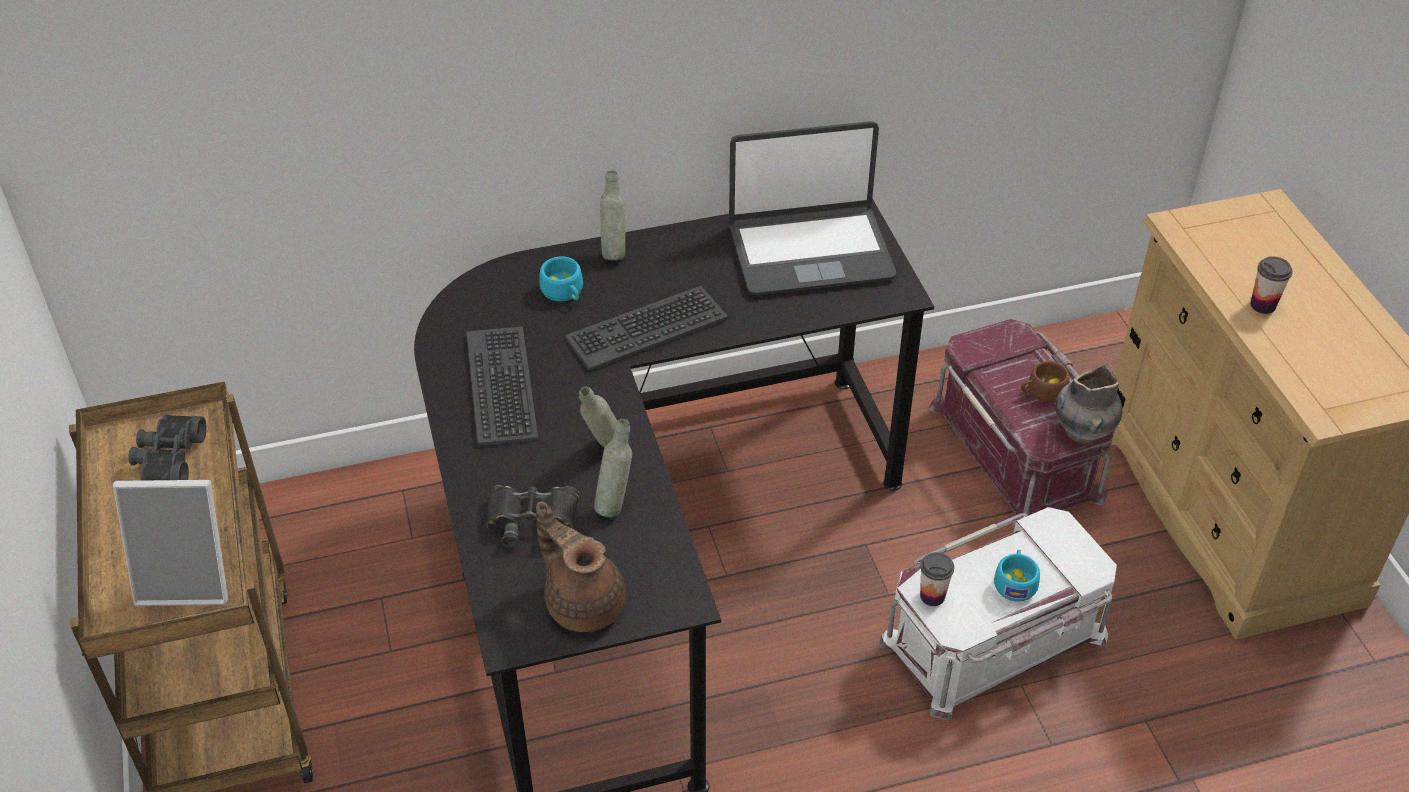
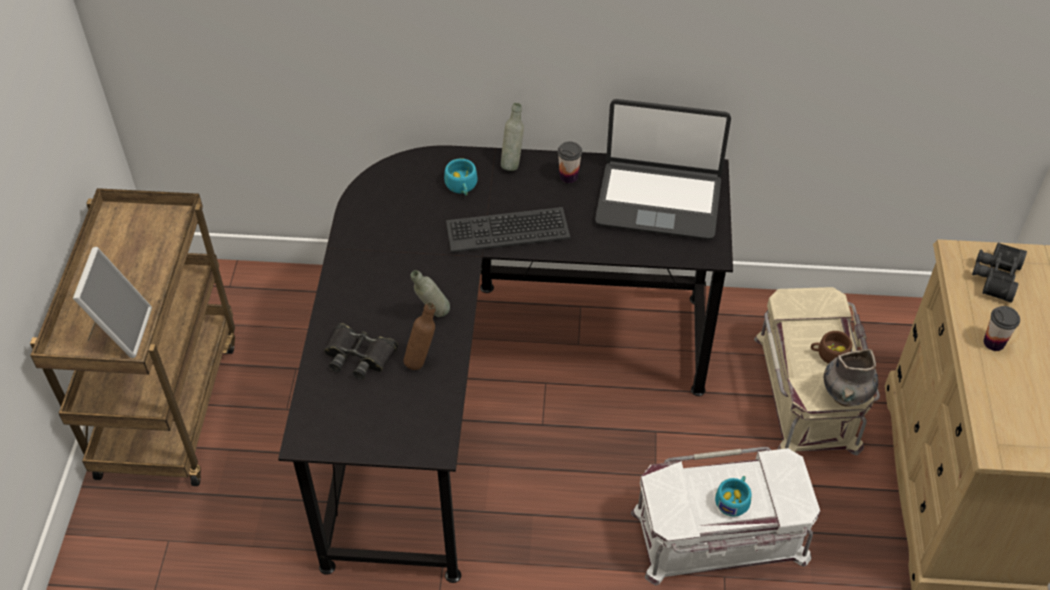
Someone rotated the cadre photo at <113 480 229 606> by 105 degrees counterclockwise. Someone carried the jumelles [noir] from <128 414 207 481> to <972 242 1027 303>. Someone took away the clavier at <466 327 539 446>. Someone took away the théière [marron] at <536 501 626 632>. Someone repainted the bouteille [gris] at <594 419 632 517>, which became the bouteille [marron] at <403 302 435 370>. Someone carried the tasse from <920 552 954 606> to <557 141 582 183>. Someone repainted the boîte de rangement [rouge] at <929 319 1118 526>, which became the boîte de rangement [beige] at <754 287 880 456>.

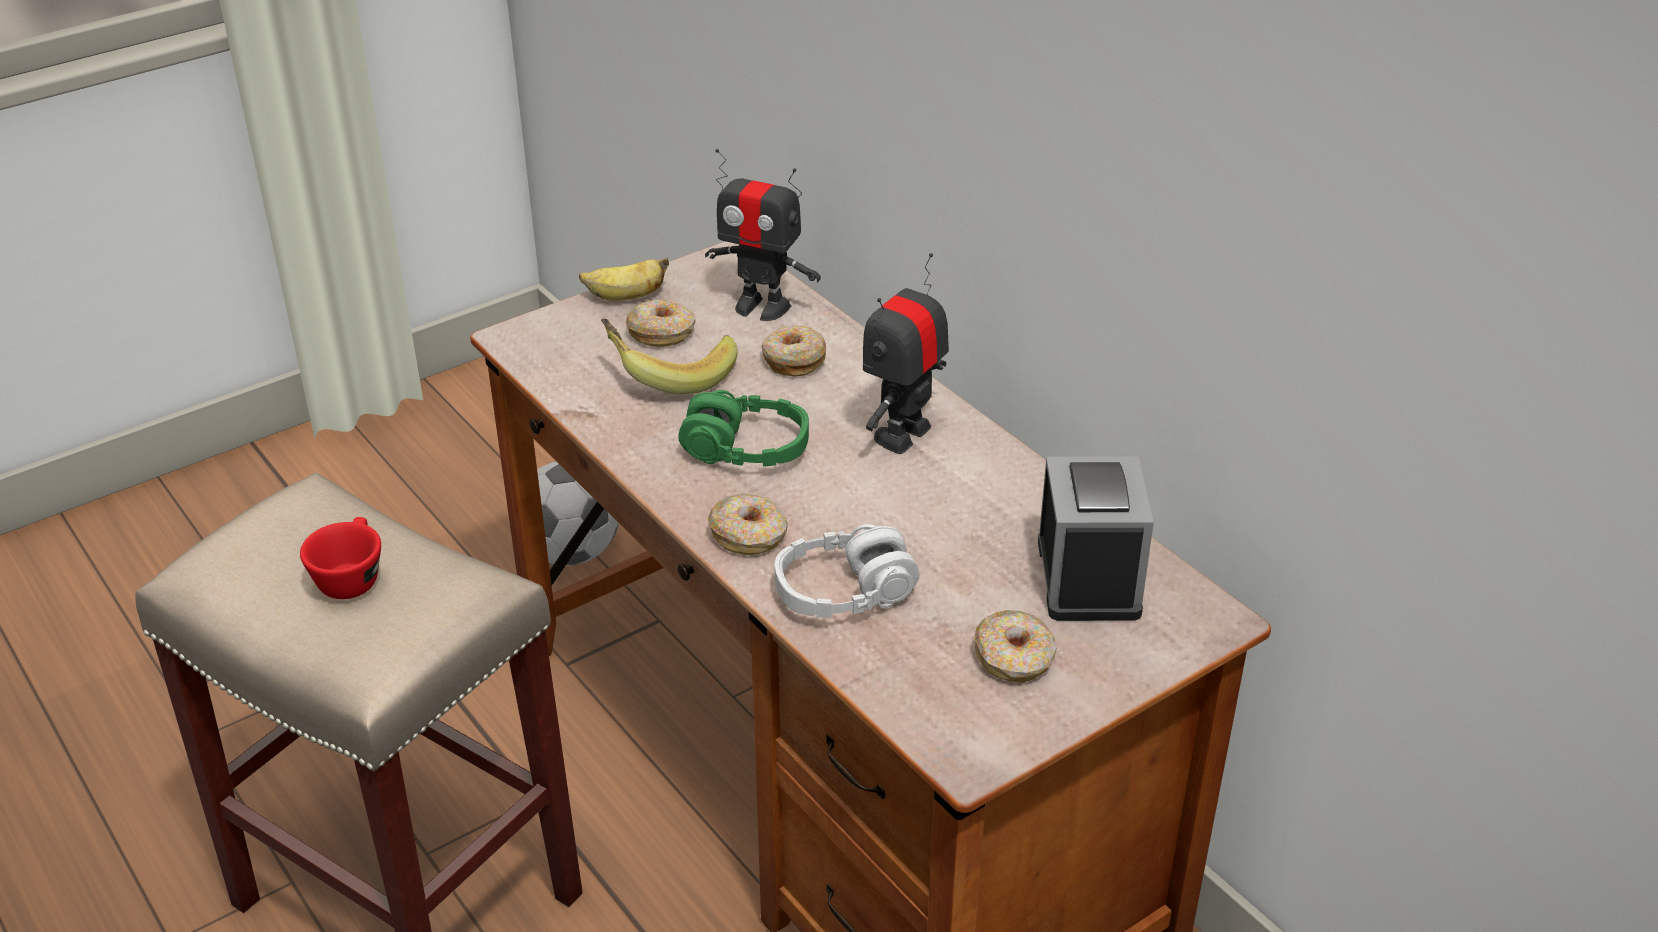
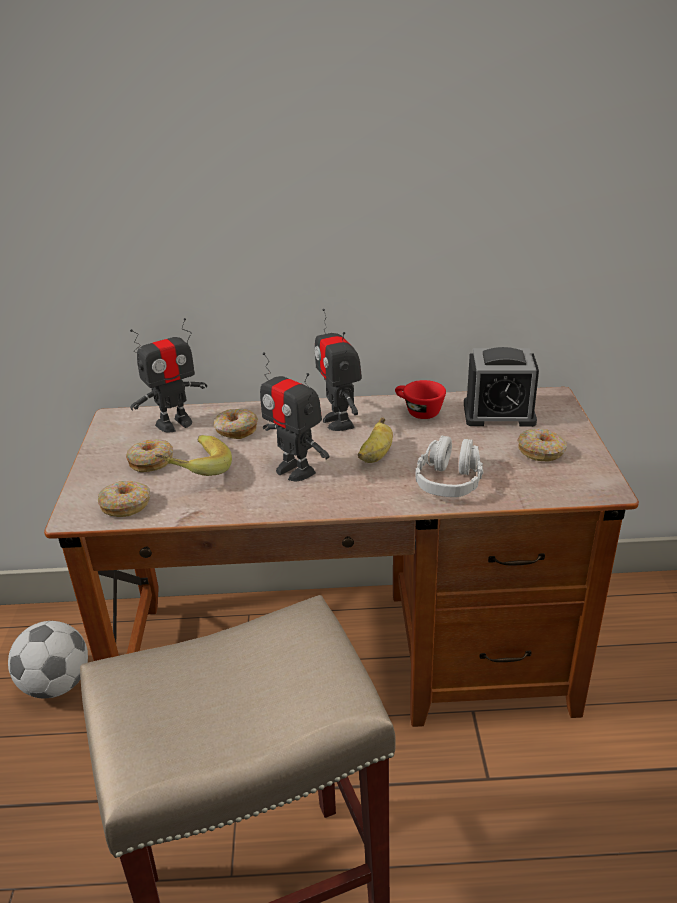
Someone carried the tasse [rouge] from <300 517 381 599> to <395 380 446 419>. Someone carried the banane from <579 257 669 301> to <358 417 393 463>. Someone swapped the casque audio [vert] at <678 390 809 466> for the robot jouet at <260 352 329 481>. Someone carried the beignet from <708 494 788 555> to <98 481 150 517>. Someone rotated the réveil at <1038 456 1154 621> by 150 degrees clockwise.

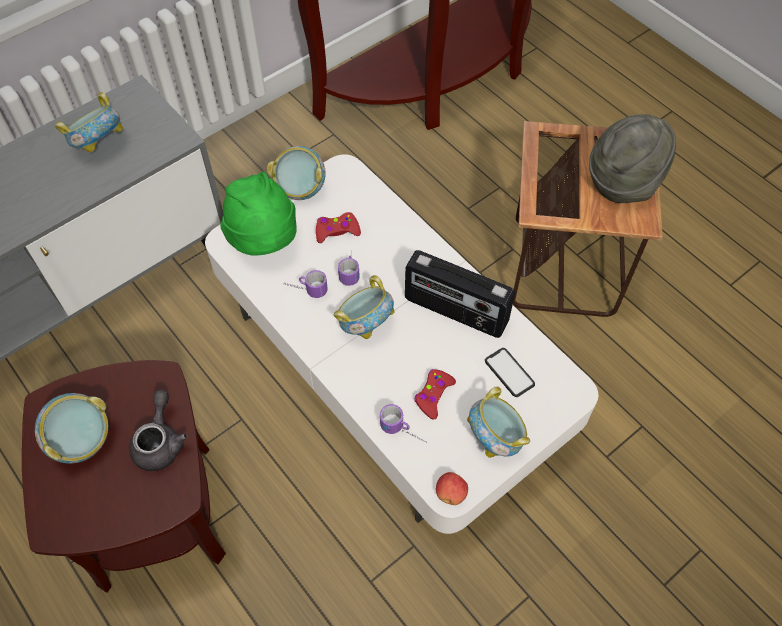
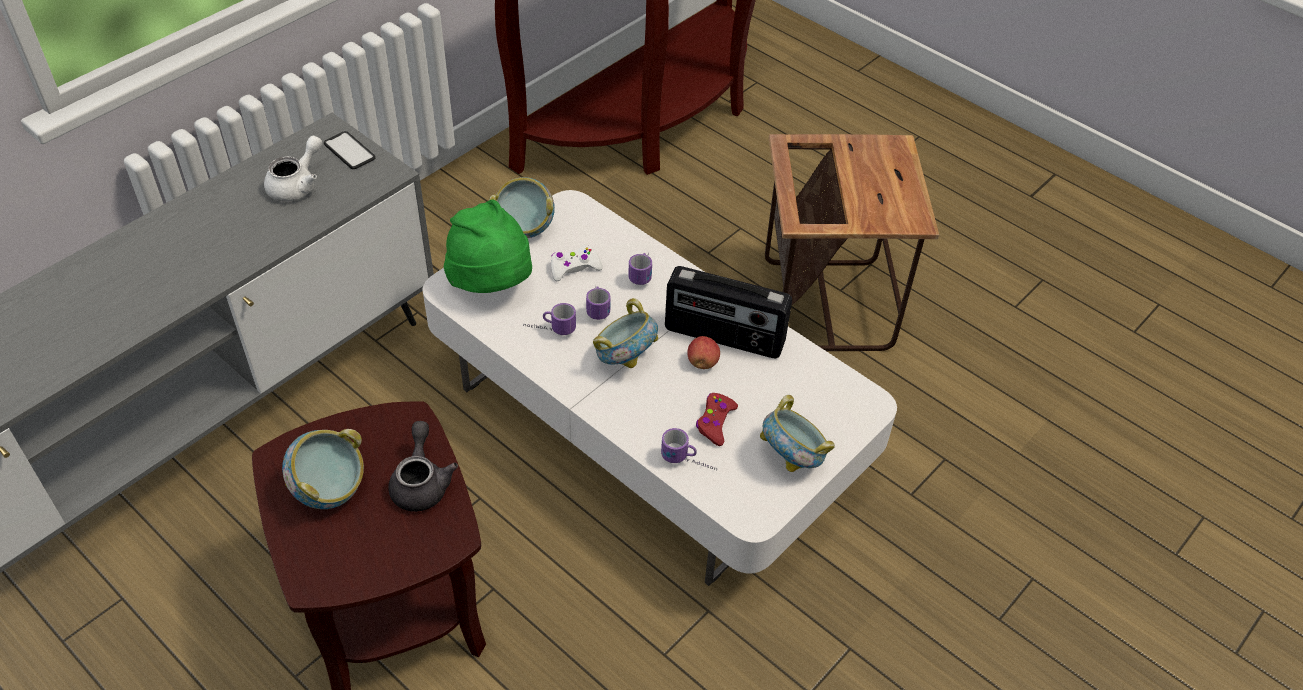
Someone swapped the bol at <55 92 123 153> for the théière [blanc] at <264 136 322 202>. Someone repainted the manette [rouge] at <316 212 361 243>, which became the manette [blanc] at <551 245 603 281>. Someone carried the pomme from <436 472 468 505> to <687 336 720 369>. Someone carried the téléphone from <485 348 535 397> to <324 131 375 169>. Someone took away the chapeau [gris] at <589 114 676 203>. Someone put down the mug at <628 253 652 285>.

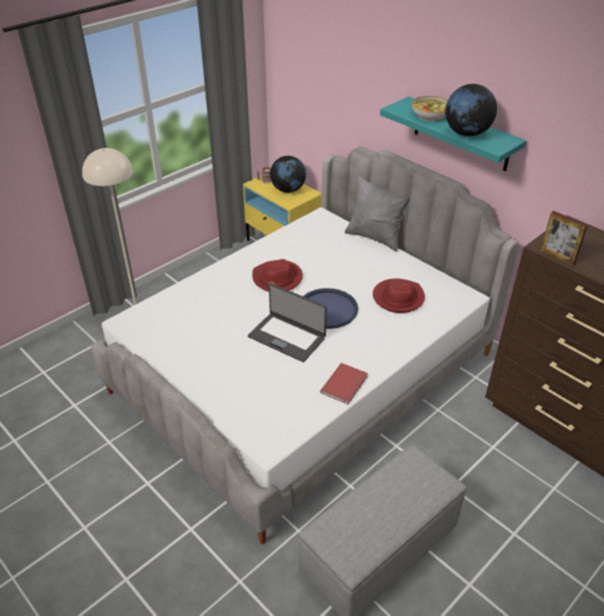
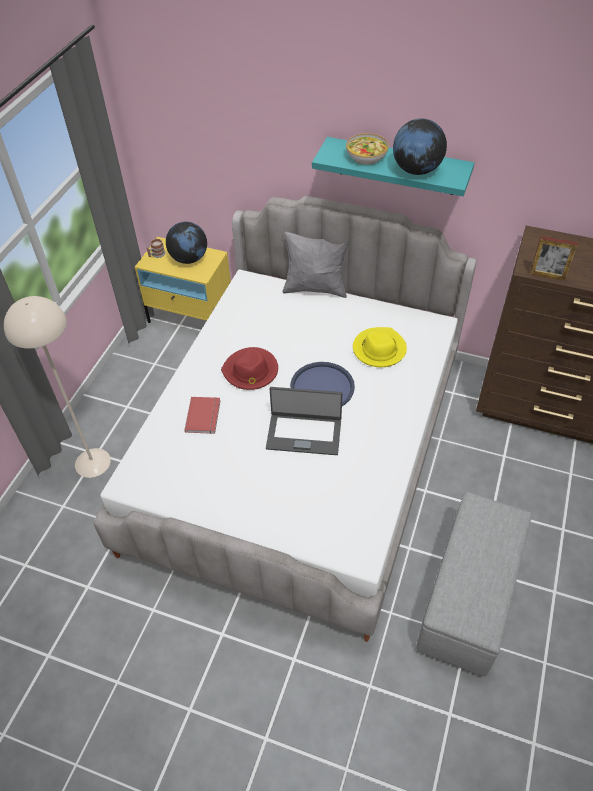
Someone carried the livre [rouge] from <320 363 368 404> to <184 397 221 434>. Someone repainted the chapeau [rouge] at <373 279 425 313>, which became the chapeau [jaune] at <353 327 407 367>.

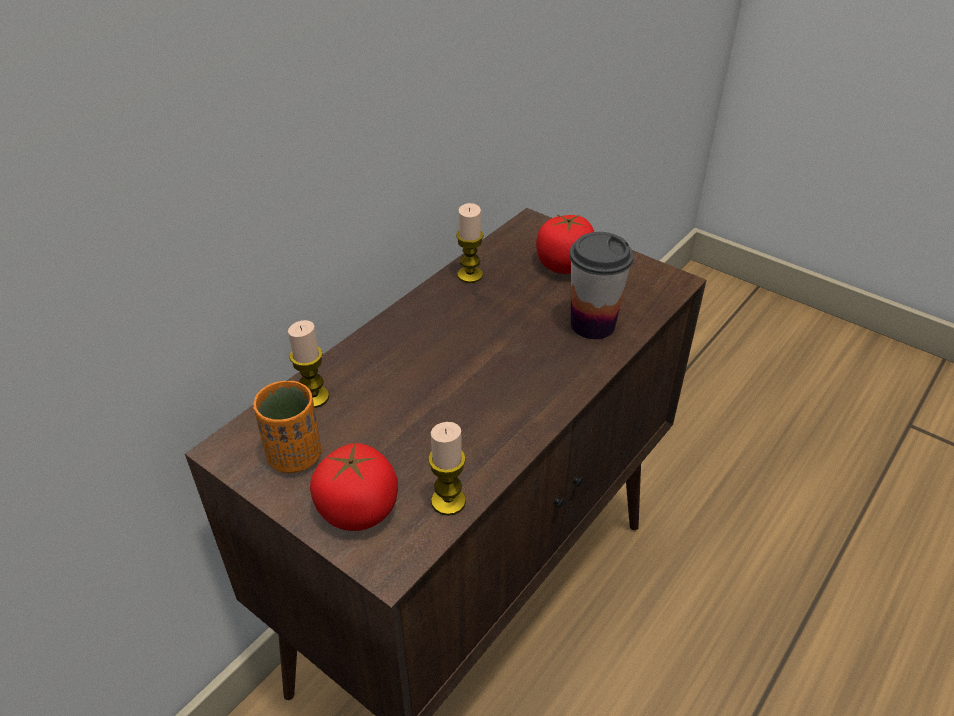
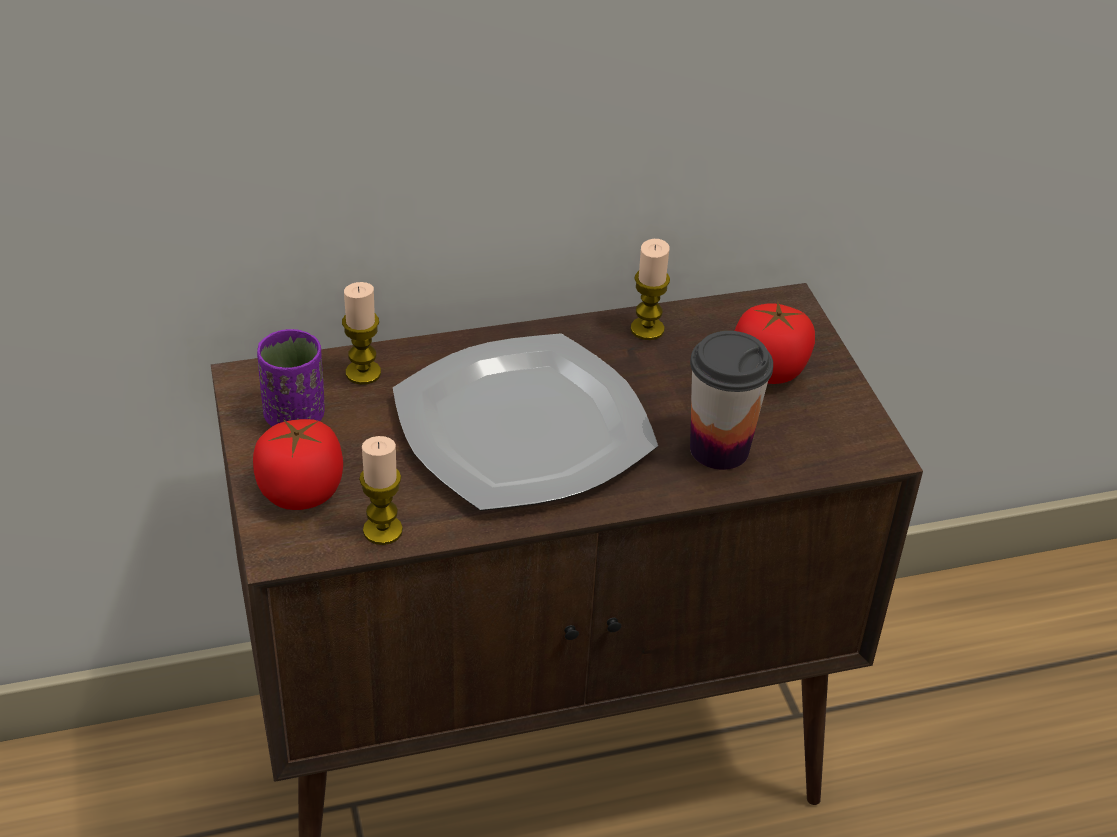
Someone repainted the tasse [orange] at <253 381 321 473>, which became the tasse [violet] at <257 329 325 426>. Someone put down the assiette at <393 333 658 511>.

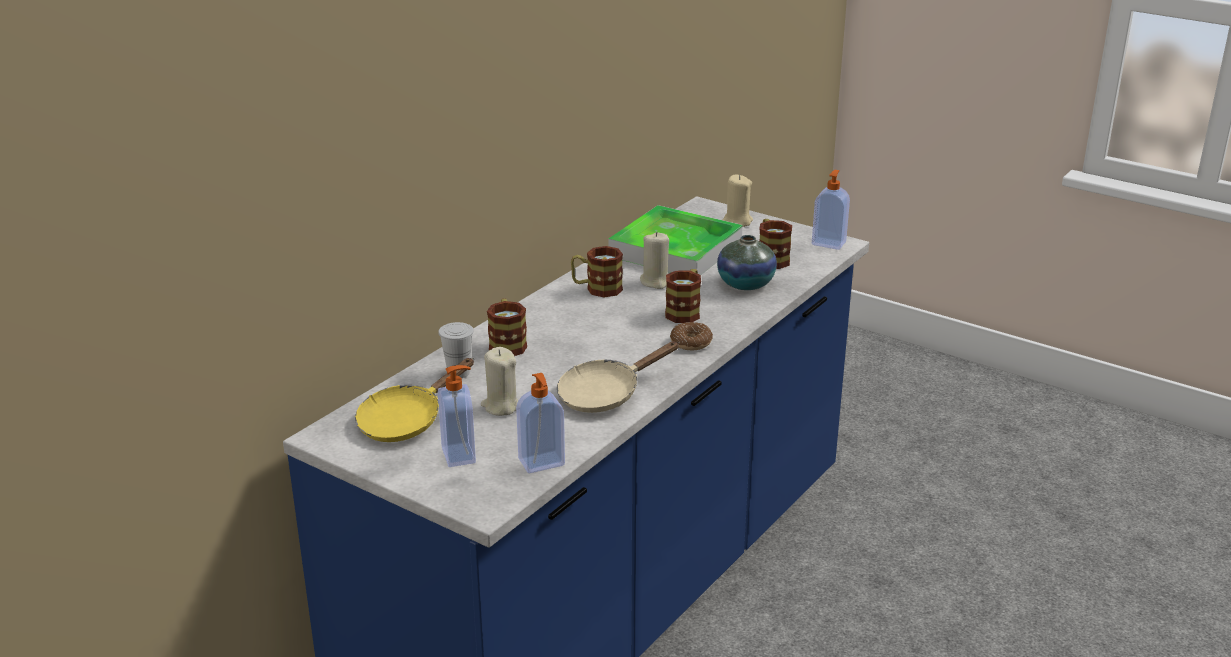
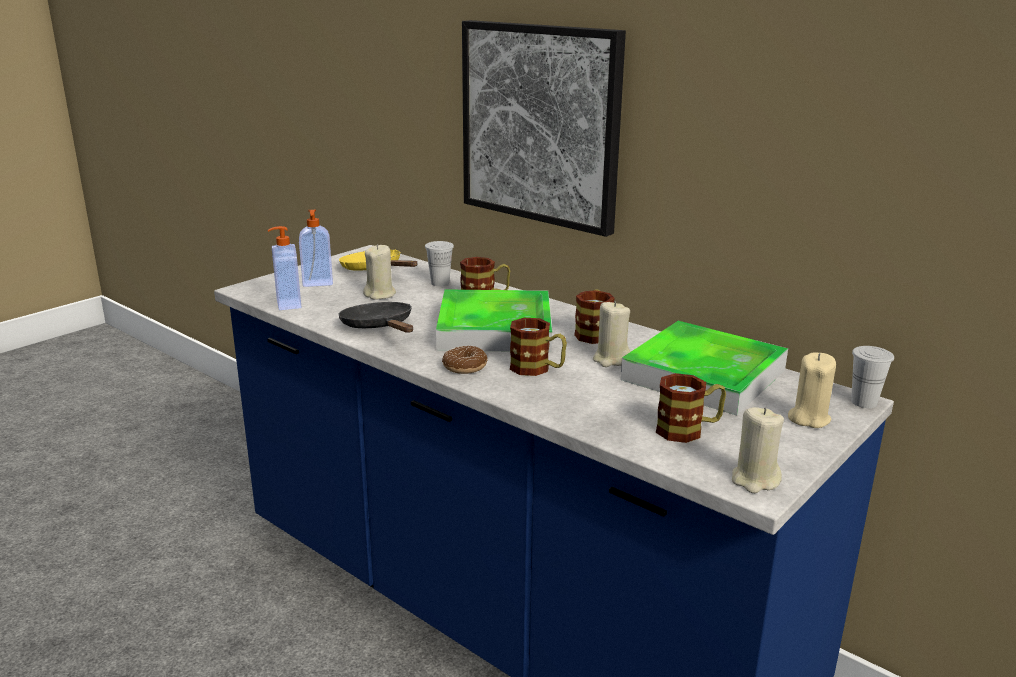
Someone repainted the poêle [beige] at <557 341 679 413>, which became the poêle [noir] at <338 302 413 333>. Someone took away the vase at <717 235 777 290>. Someone swapped the distributeur de savon at <812 170 850 250> for the bougie [beige] at <732 407 784 493>. Someone put down the plateau at <436 289 552 352>. Someone put up the tableau at <462 20 626 237>. Someone put down the tasse [blanc] at <851 346 894 408>.

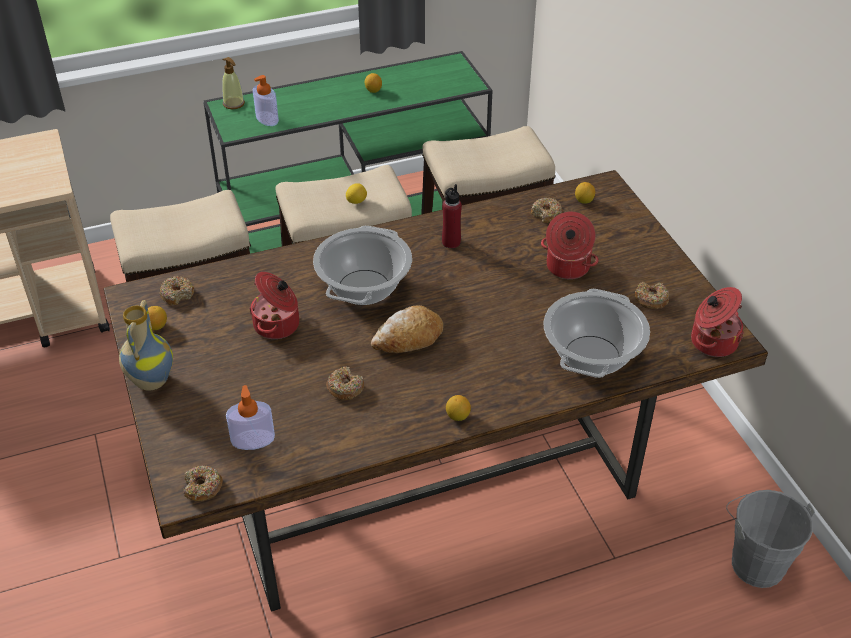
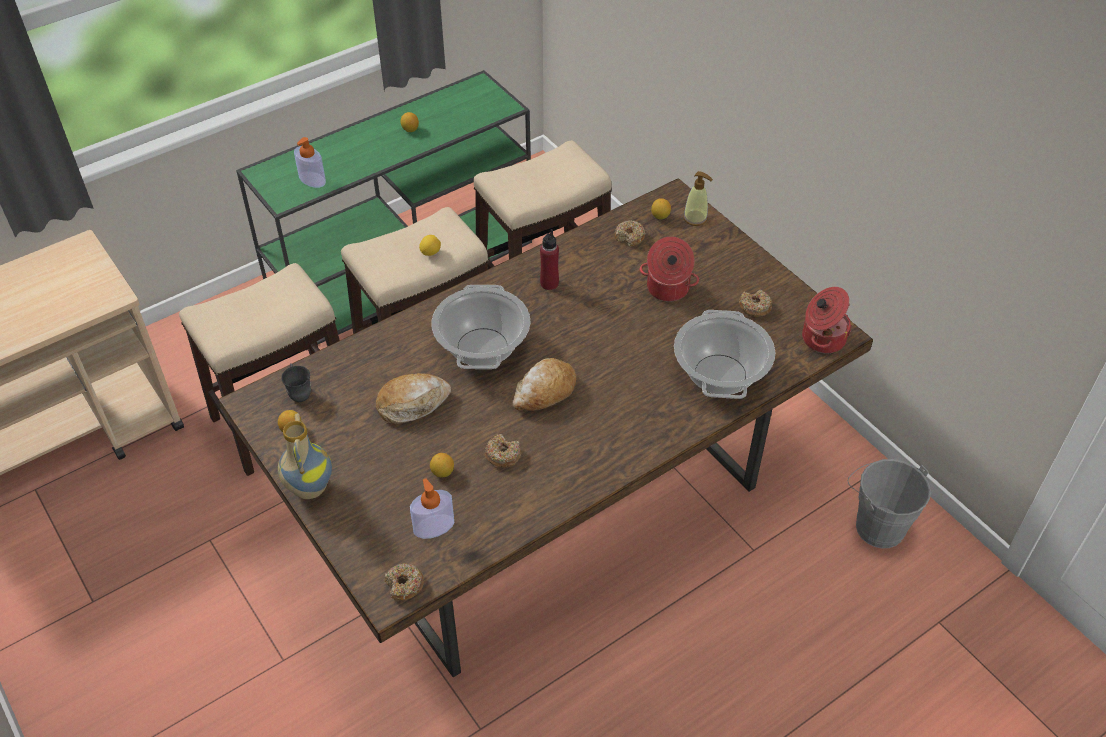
Someone swapped the beignet at <160 276 194 306> for the mug [gris] at <281 363 311 402>. Someone carried the distributeur de savon from <222 57 245 109> to <683 171 713 226>. Someone swapped the marmite at <249 272 299 339> for the pain at <376 373 451 424>. Someone carried the citron from <446 395 471 421> to <430 453 454 478>.

